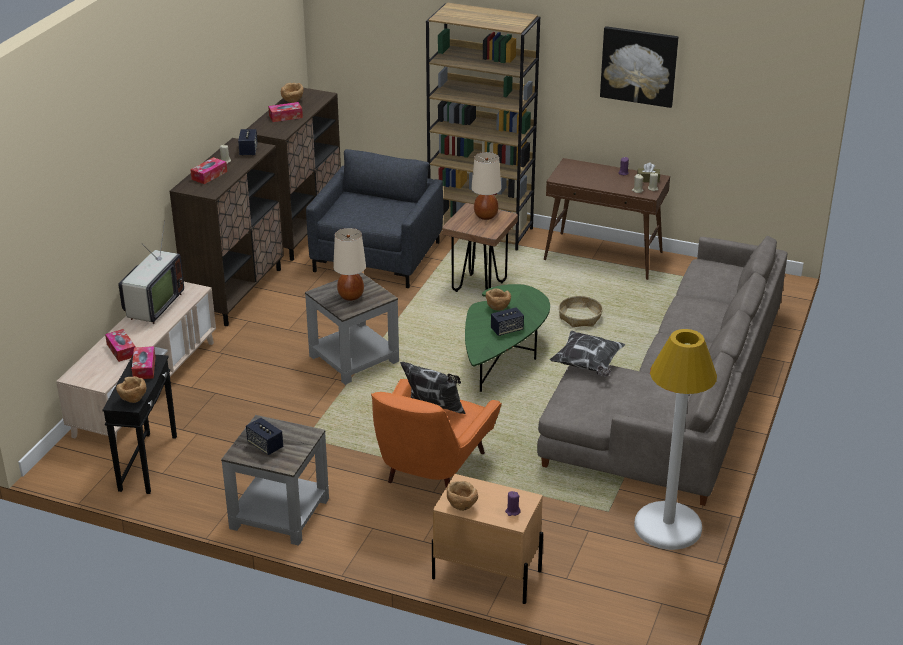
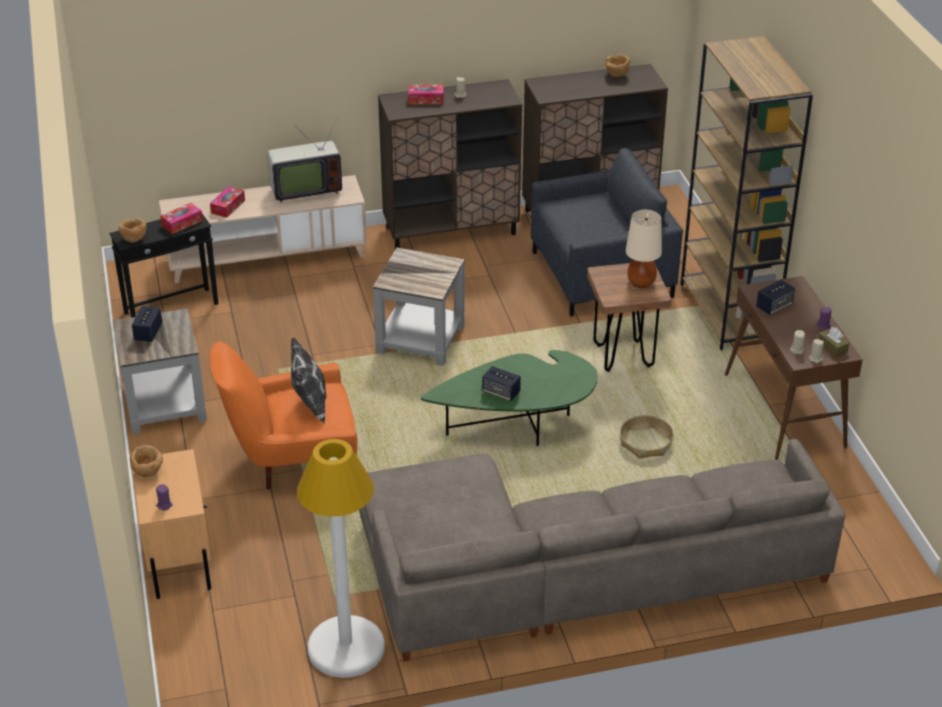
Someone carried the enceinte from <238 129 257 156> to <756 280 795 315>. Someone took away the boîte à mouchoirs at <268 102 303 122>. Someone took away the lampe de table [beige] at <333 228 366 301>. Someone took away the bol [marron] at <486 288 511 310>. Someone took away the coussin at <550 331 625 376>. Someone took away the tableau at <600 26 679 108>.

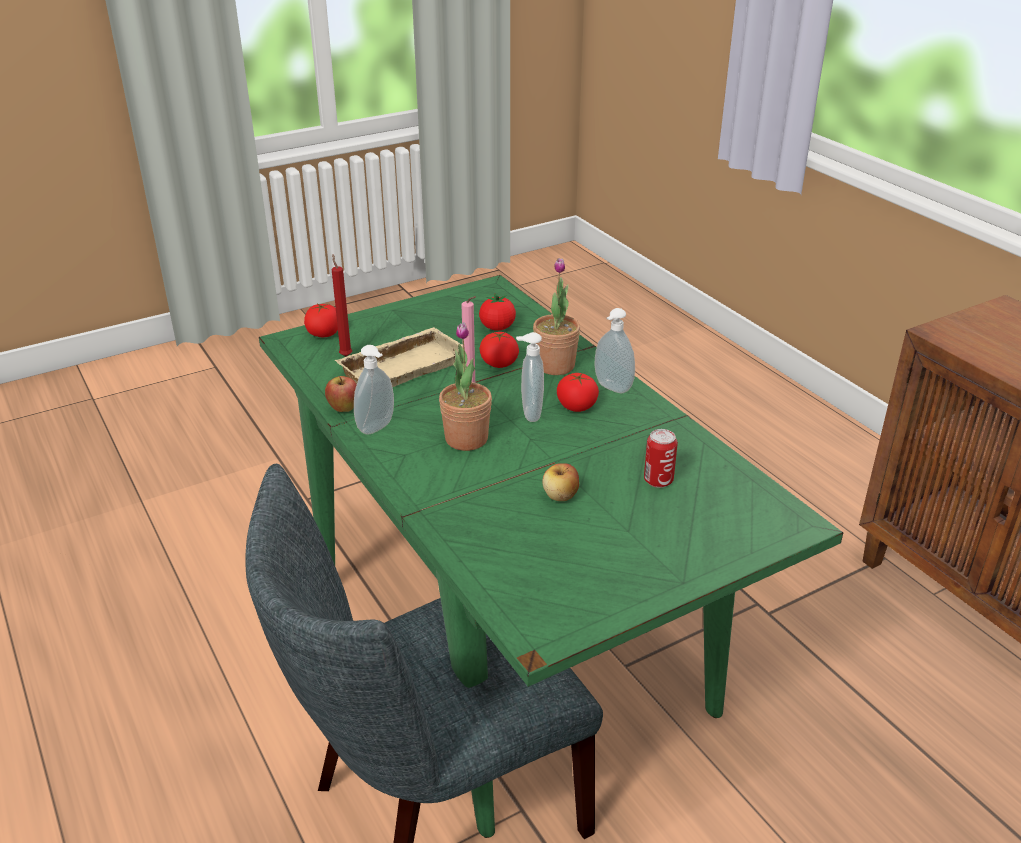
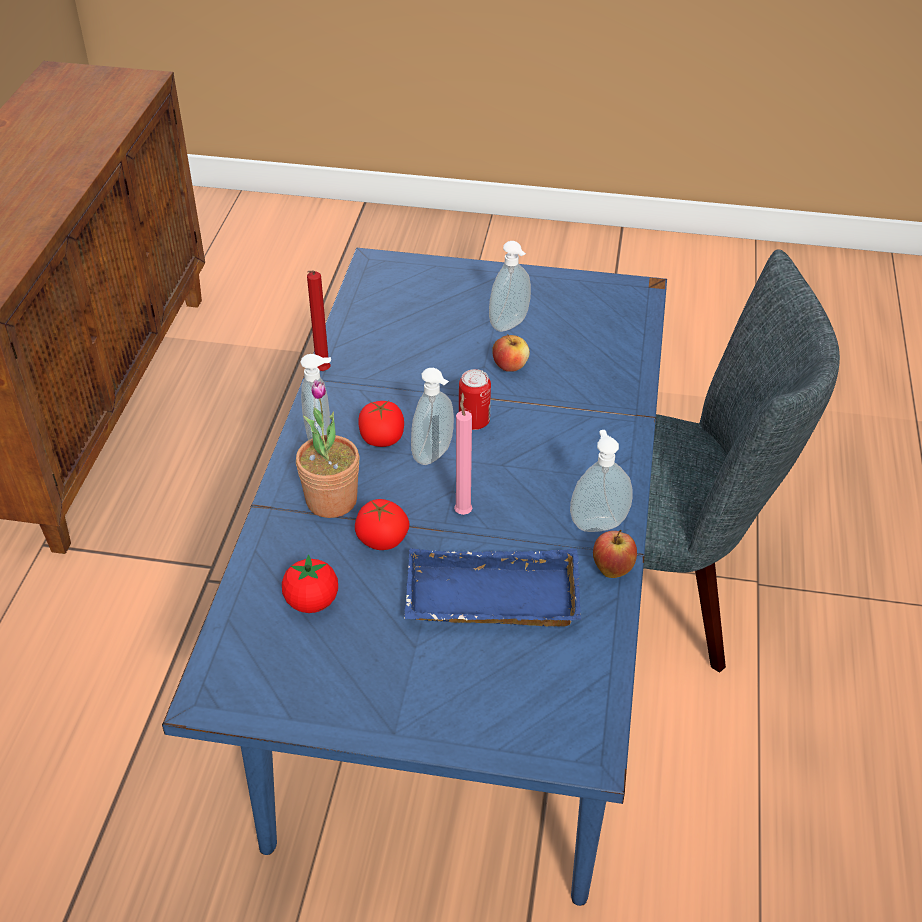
Someone repainted the table à manger [vert] at <259 275 843 838>, which became the table à manger [bleu] at <162 248 667 906>. Someone took away the tomate at <304 304 338 337>. Someone carried the bougie [rouge] from <332 254 352 356> to <307 270 331 371>. Someone repainted the plateau [beige] at <334 327 463 387>, which became the plateau [bleu] at <404 548 581 627>. Someone took away the plante en pot at <439 322 492 451>. Someone carried the boîte métallique from <644 429 678 488> to <459 369 491 430>. Someone put down the distributeur de savon at <489 241 531 332>.

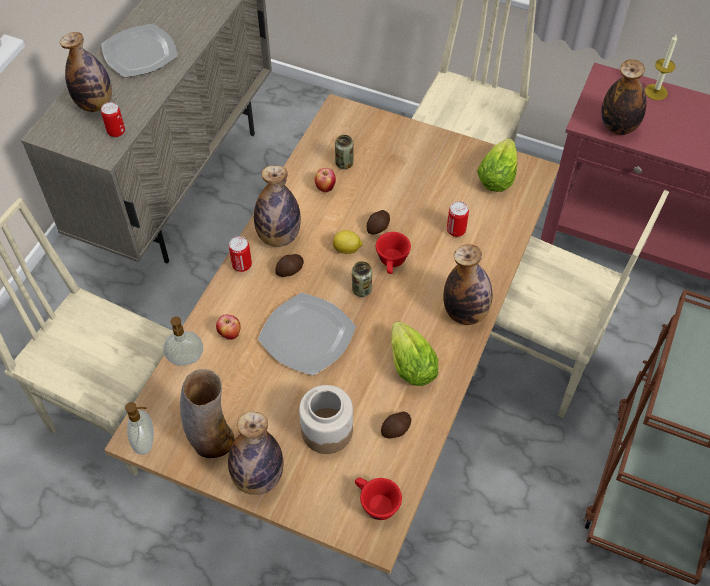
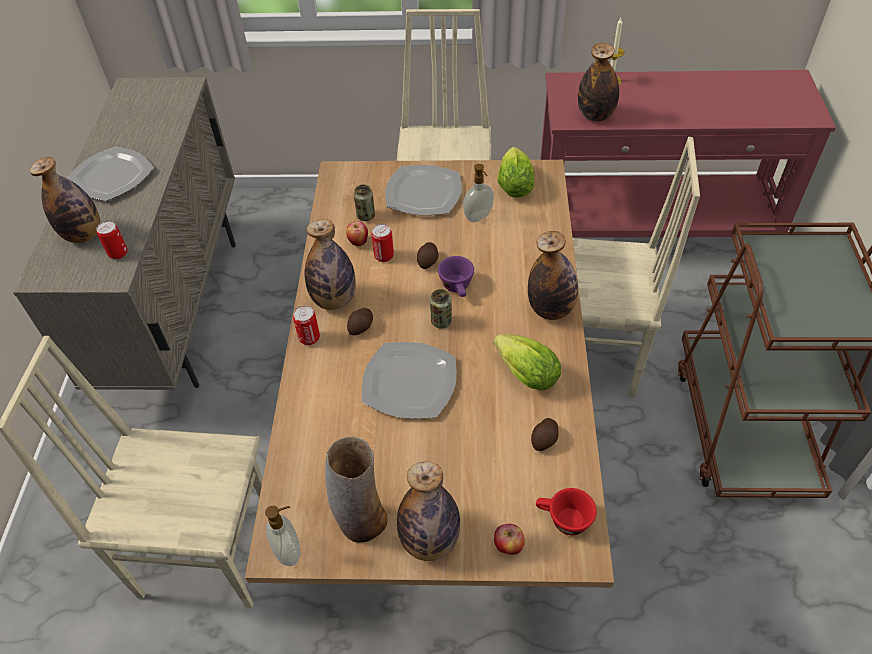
Someone carried the distributeur de savon from <163 316 203 366> to <463 164 494 222>. Someone carried the pomme from <216 314 240 340> to <494 524 525 555>. Someone took away the bocal at <299 385 353 454>. Someone took away the citron at <333 230 363 254>. Someone repainted the tasse [rouge] at <376 232 411 274>, which became the tasse [violet] at <438 256 474 297>. Someone carried the boîte métallique from <447 201 469 237> to <371 224 394 262>. Someone put down the assiette at <385 165 462 215>.

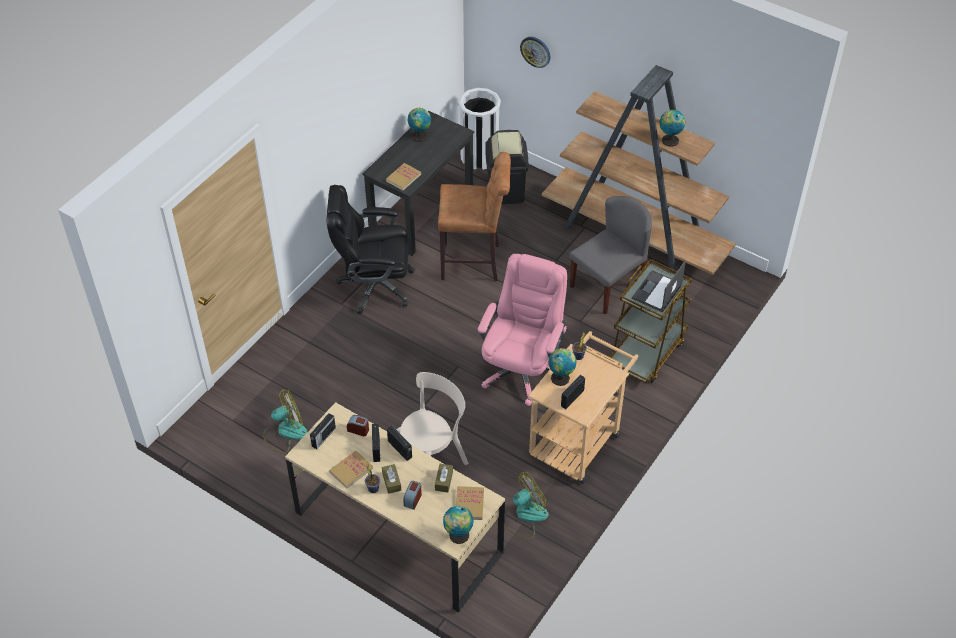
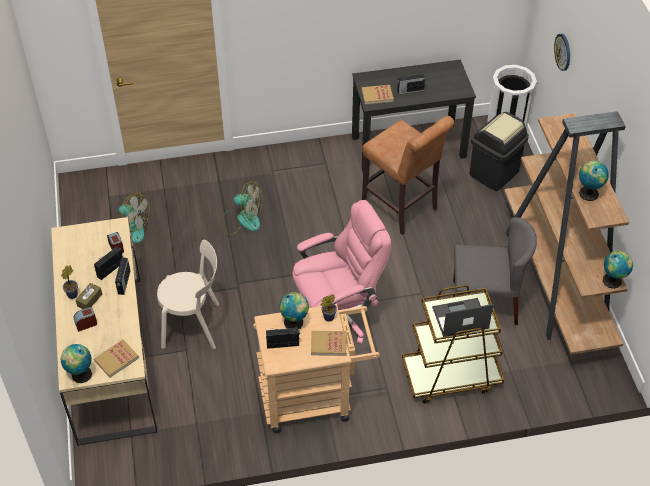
Someone carried the radio from <310 413 336 449> to <397 73 425 94>. Someone took away the chaise de bureau [noir] at <326 185 415 314>. Someone carried the livre from <329 450 373 489> to <311 331 347 356>. Someone carried the globe from <408 108 431 142> to <603 251 633 289>. Someone took away the boîte à mouchoirs [marron] at <435 464 453 492>. Someone carried the ventilateur from <504 472 548 539> to <222 181 262 235>.

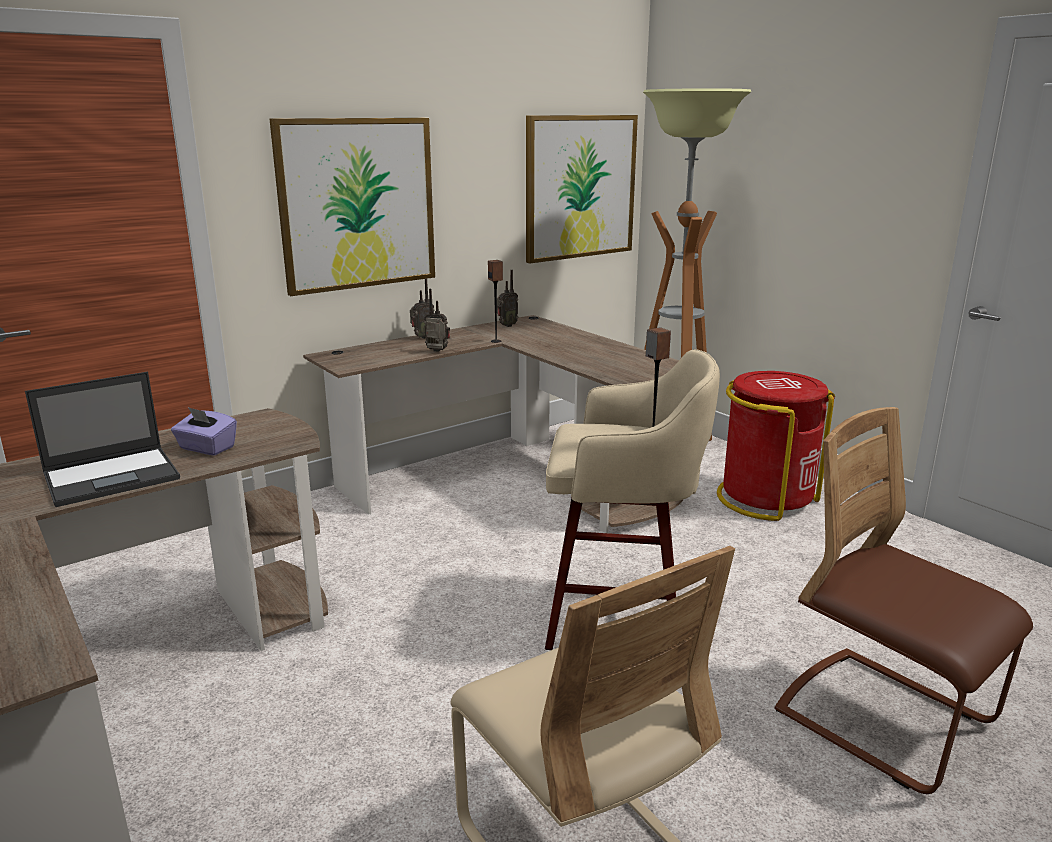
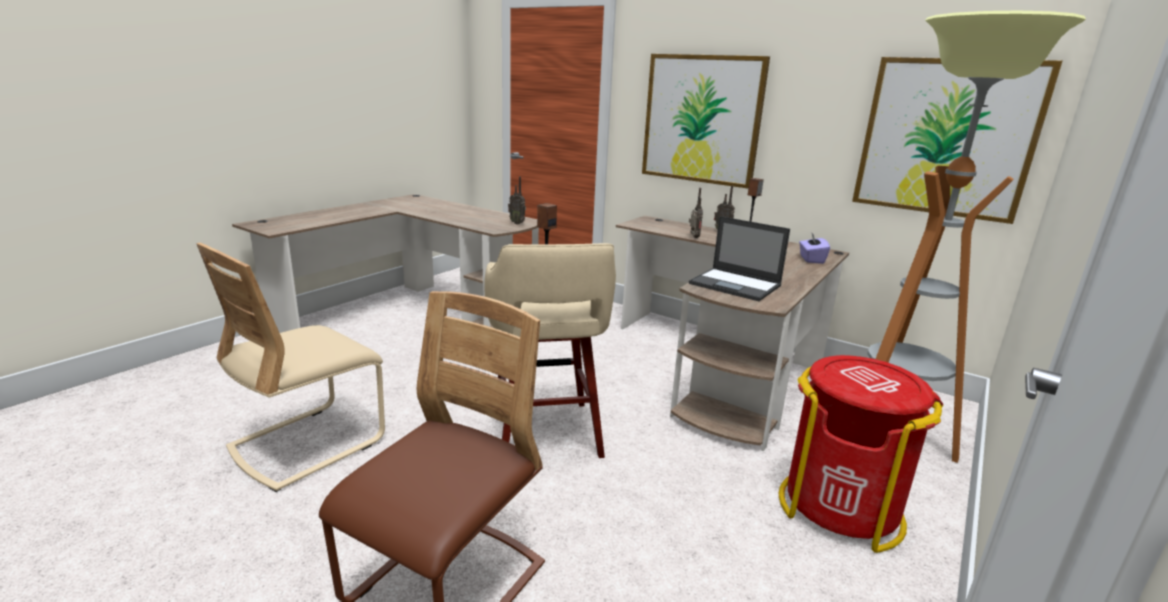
Someone carried the ordinateur portable from <25 372 180 507> to <689 216 790 301>. Someone carried the boîte à mouchoirs [violet] from <171 407 237 456> to <799 233 830 264>. Someone carried the radio from <497 270 518 327> to <508 177 526 225>.

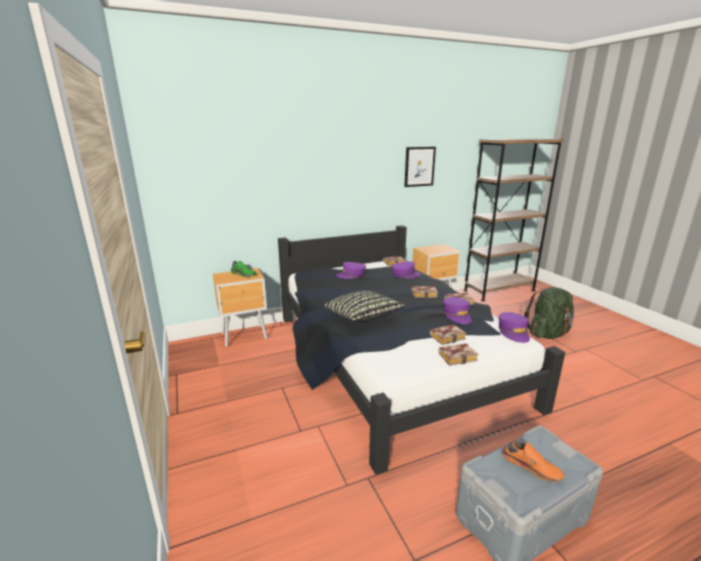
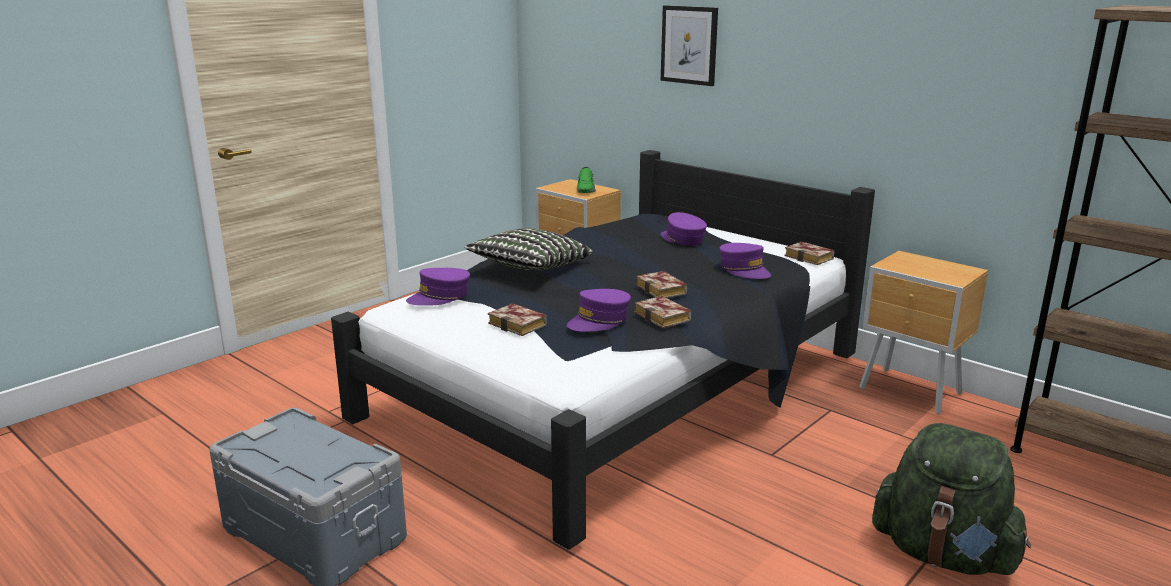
Someone carried the tableau from <404 147 436 187> to <661 5 718 86>. Someone took away the livre at <439 343 478 366>. Someone carried the casquette [violet] from <499 312 530 343> to <406 268 470 306>. Someone took away the chaussure [orange] at <502 439 565 482>.

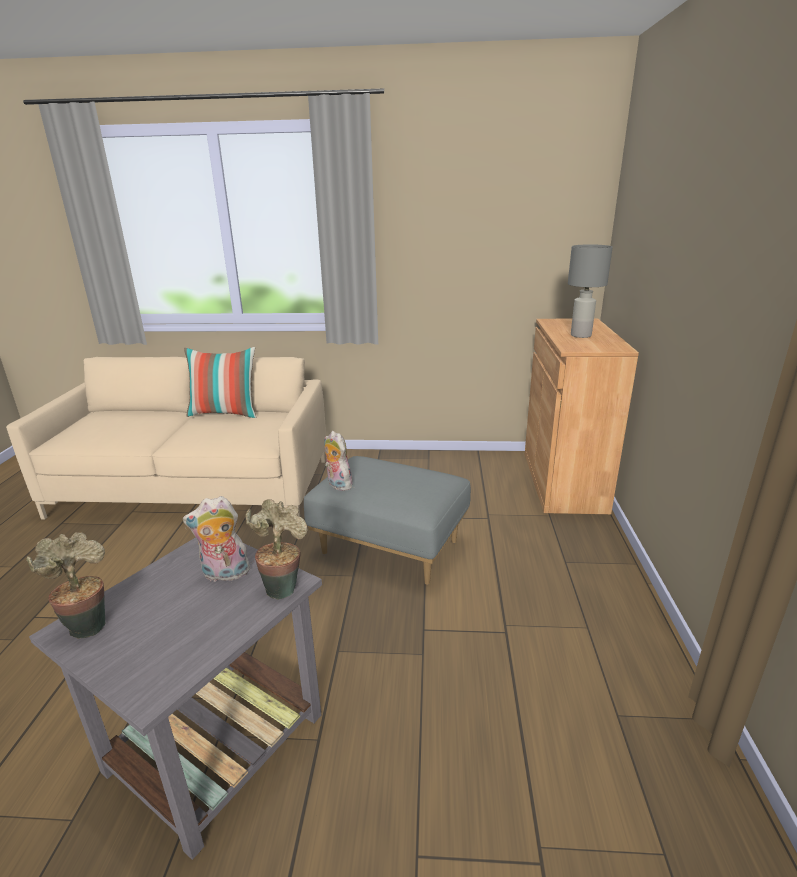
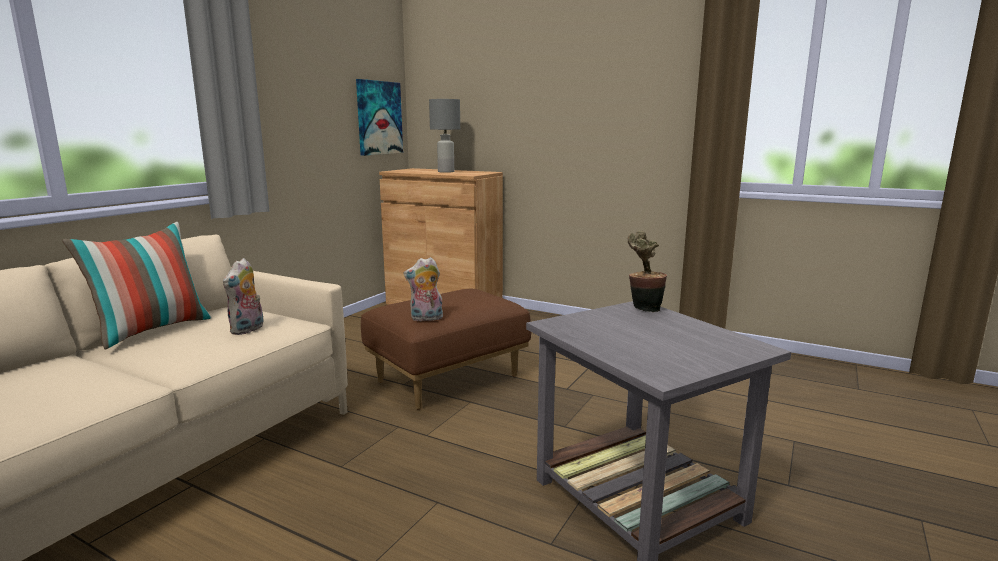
Someone took away the plante en pot at <26 532 106 639>. Someone carried the peluche from <183 496 251 582> to <223 258 264 335>. Someone repainted the pouf [gris] at <304 456 471 585>, which became the pouf [marron] at <361 288 531 409>. Someone put up the tableau at <356 79 403 156>.

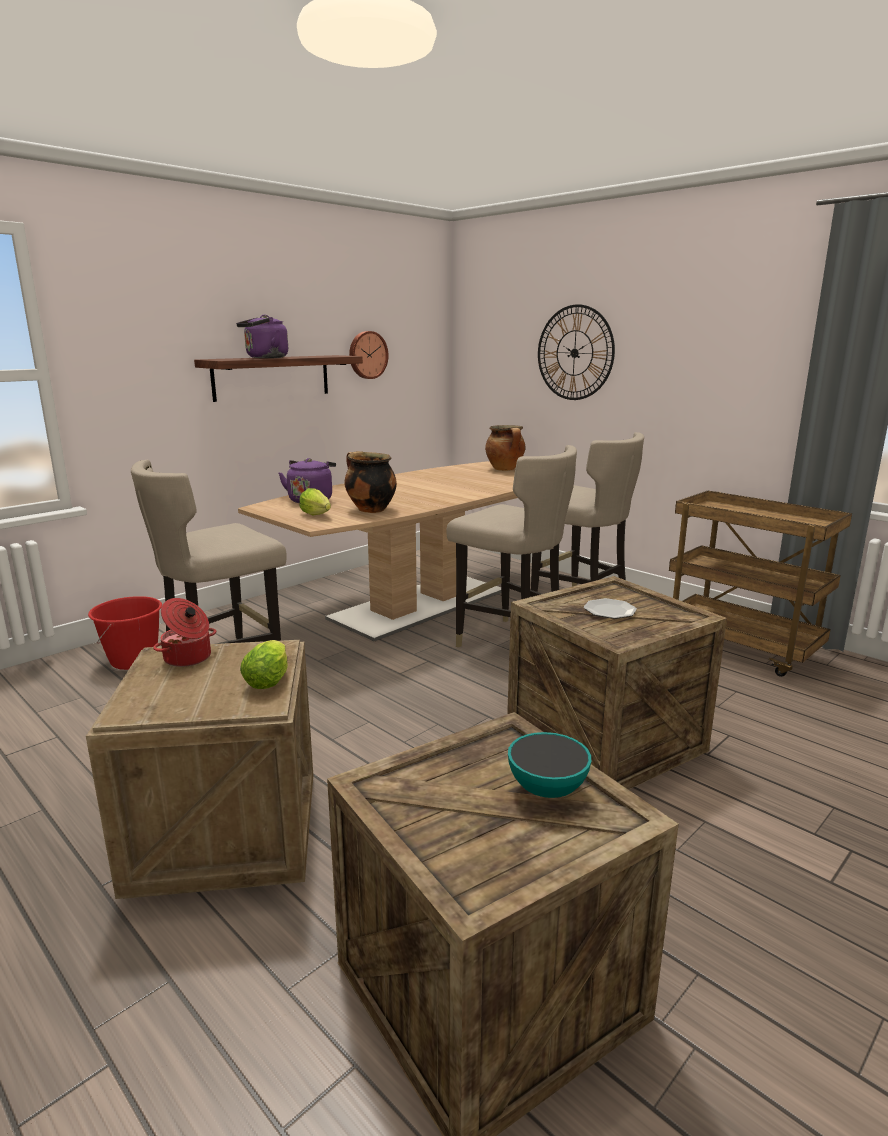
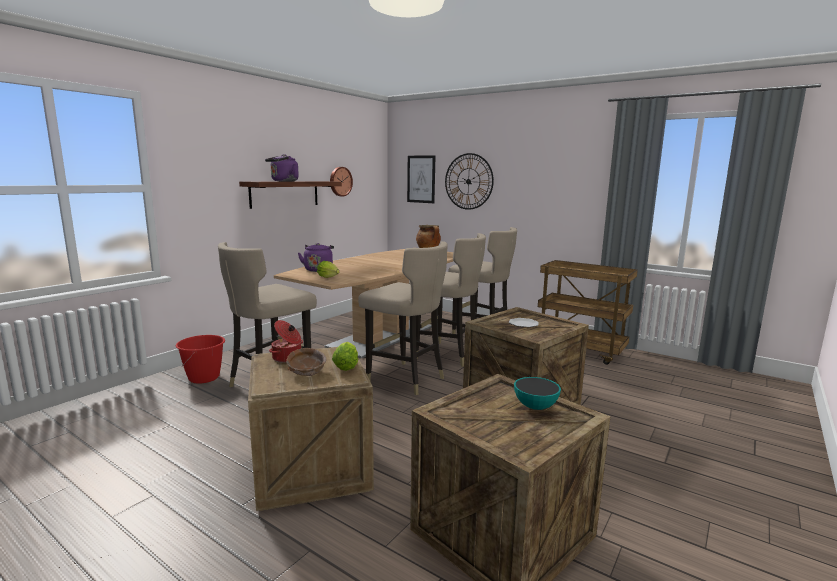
Someone took away the marmite at <344 451 397 513>. Someone put down the bol [marron] at <286 348 326 376>. Someone put down the tabouret [beige] at <358 241 448 395>. Someone put up the tableau at <407 155 435 203>.

